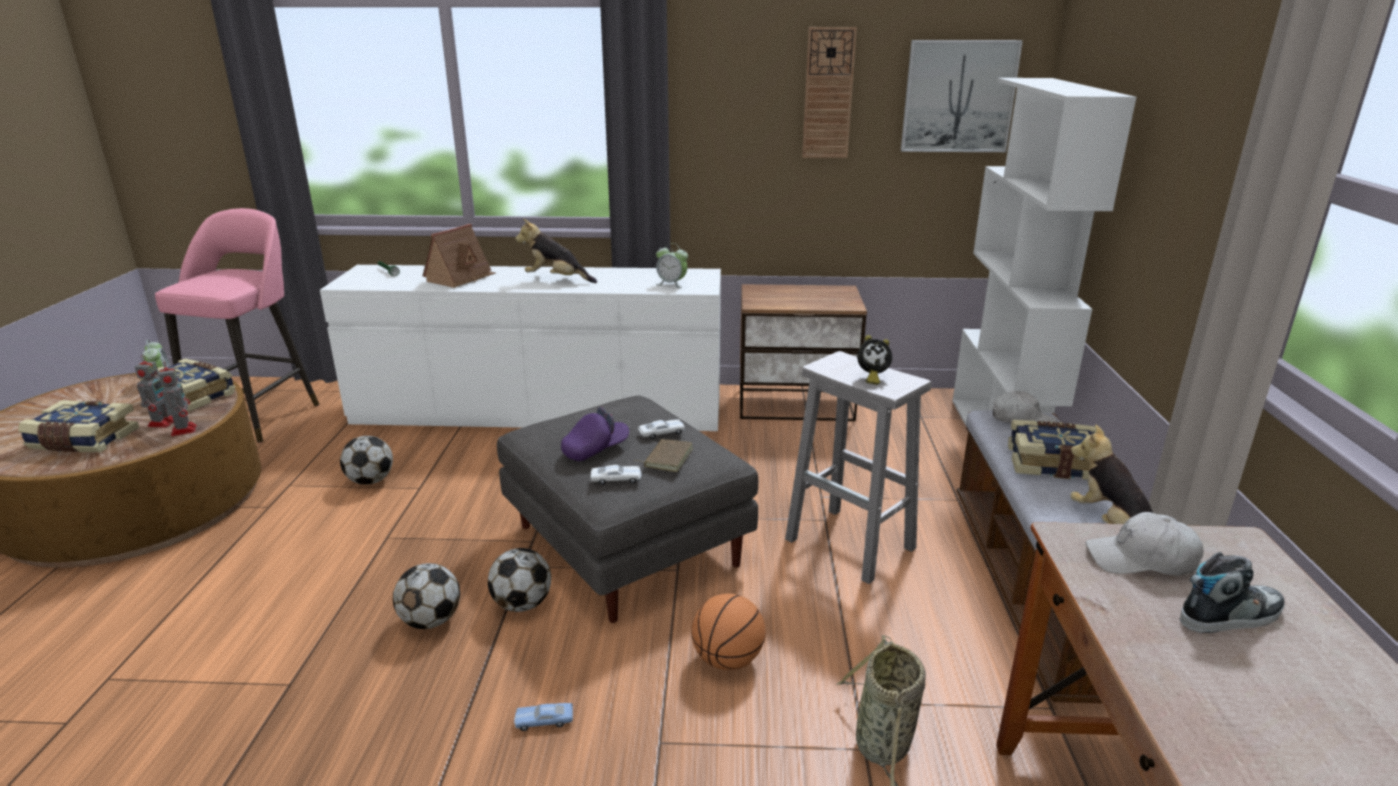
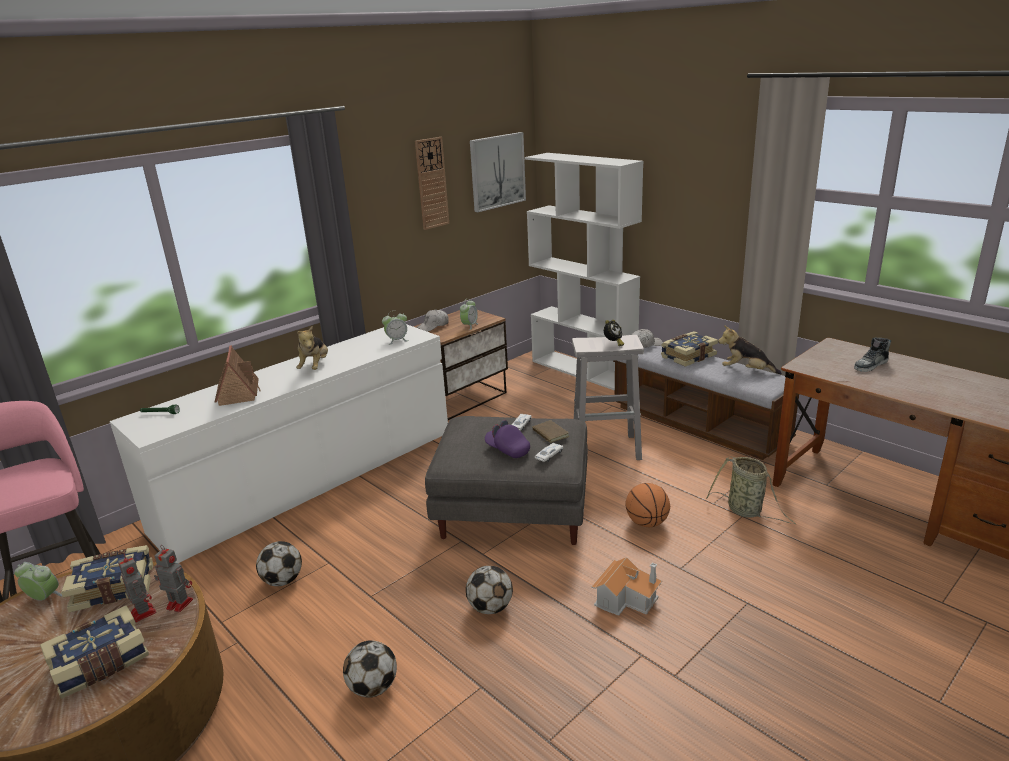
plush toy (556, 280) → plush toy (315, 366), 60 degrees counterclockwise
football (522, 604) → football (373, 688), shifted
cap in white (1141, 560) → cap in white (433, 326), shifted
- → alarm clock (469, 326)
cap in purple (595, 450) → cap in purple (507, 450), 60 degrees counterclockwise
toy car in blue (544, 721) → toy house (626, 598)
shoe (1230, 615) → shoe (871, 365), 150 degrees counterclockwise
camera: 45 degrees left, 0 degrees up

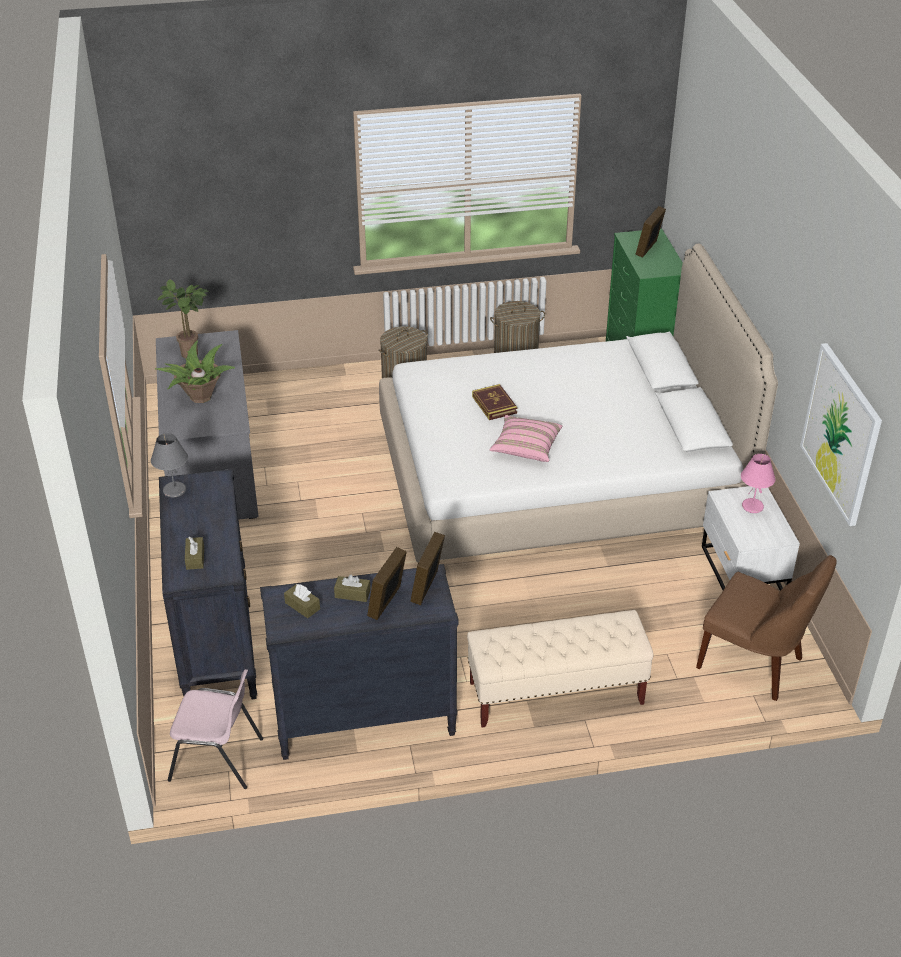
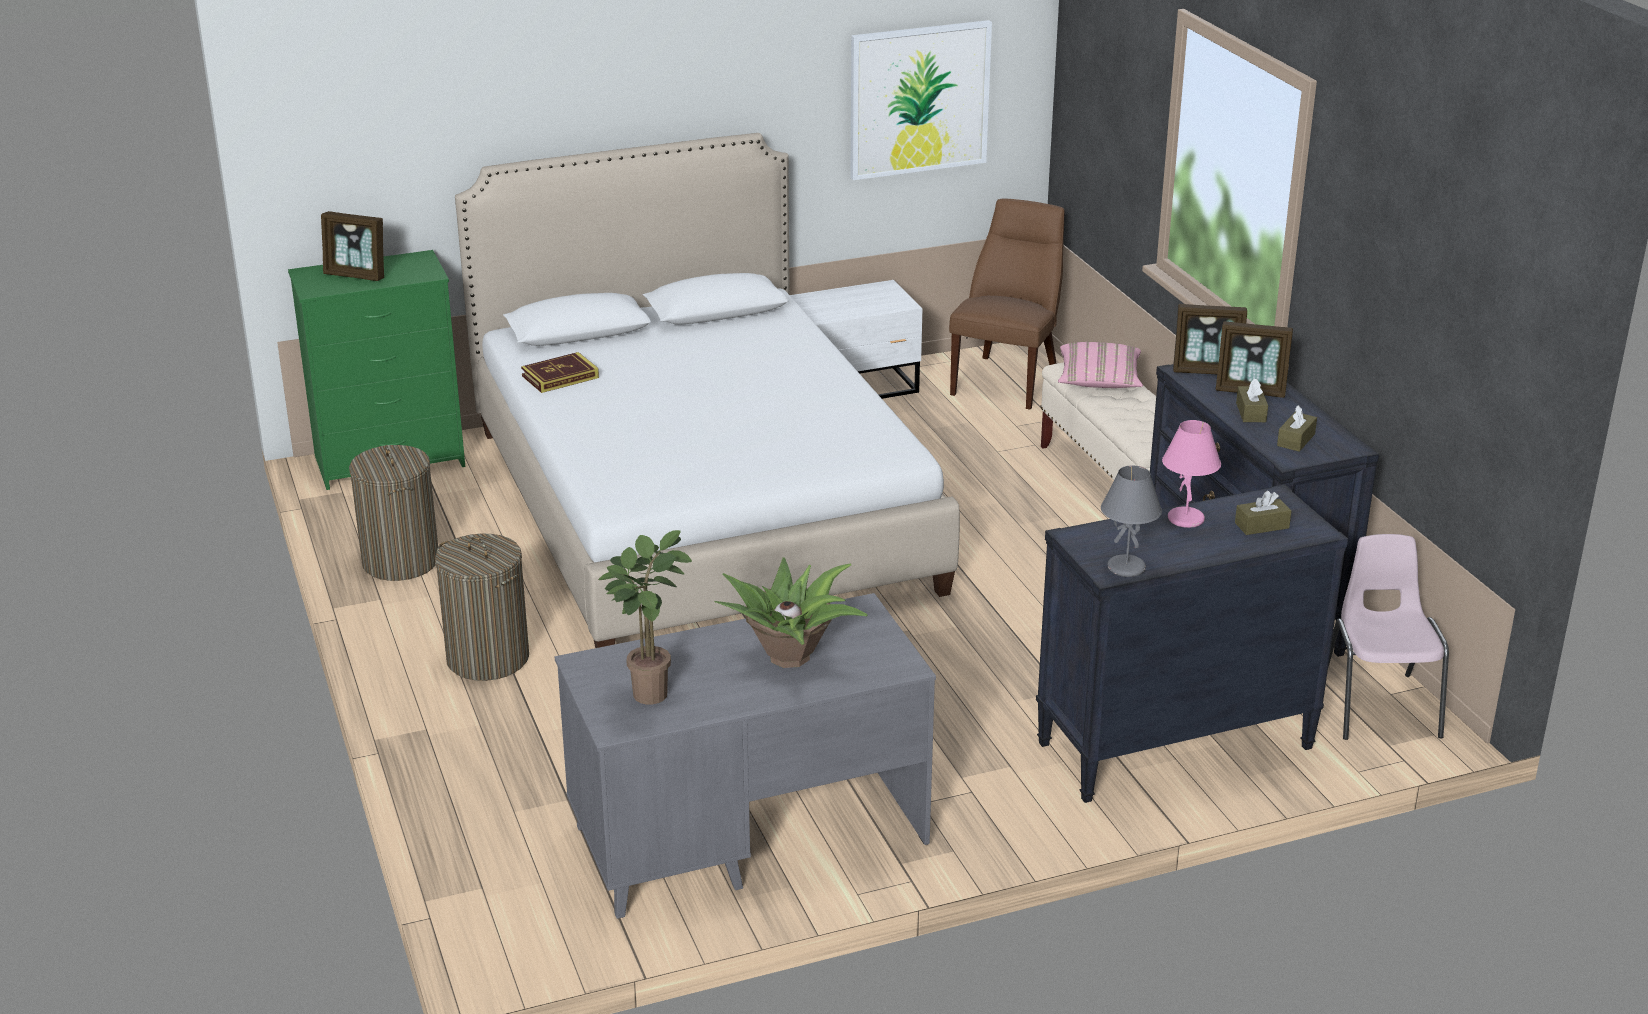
book (494, 404) → book (560, 377), shifted
pillow in pink (526, 448) → pillow in pink (1099, 381), shifted
table lamp in pink (752, 507) → table lamp in pink (1186, 519), shifted
camera: 100 degrees left, 10 degrees down

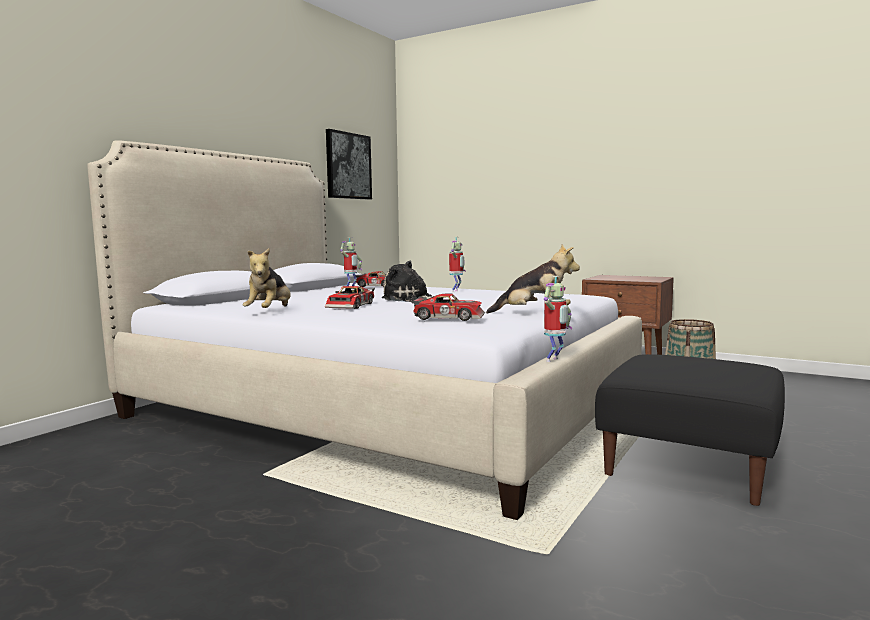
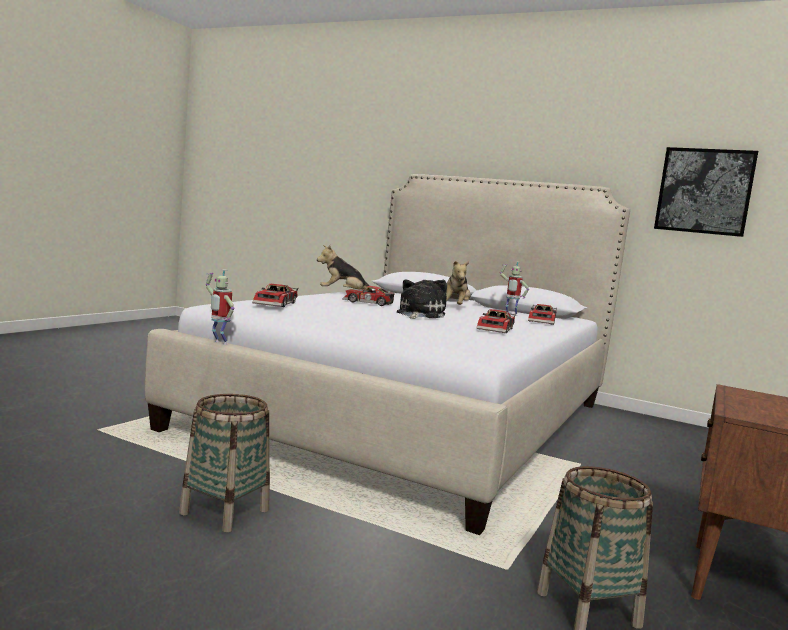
ottoman in black (688, 462) → basket (225, 511)
plush toy (534, 314) → plush toy (455, 308), shifted
toy robot (456, 291) → toy car (497, 329)
camera: 85 degrees right, 0 degrees up

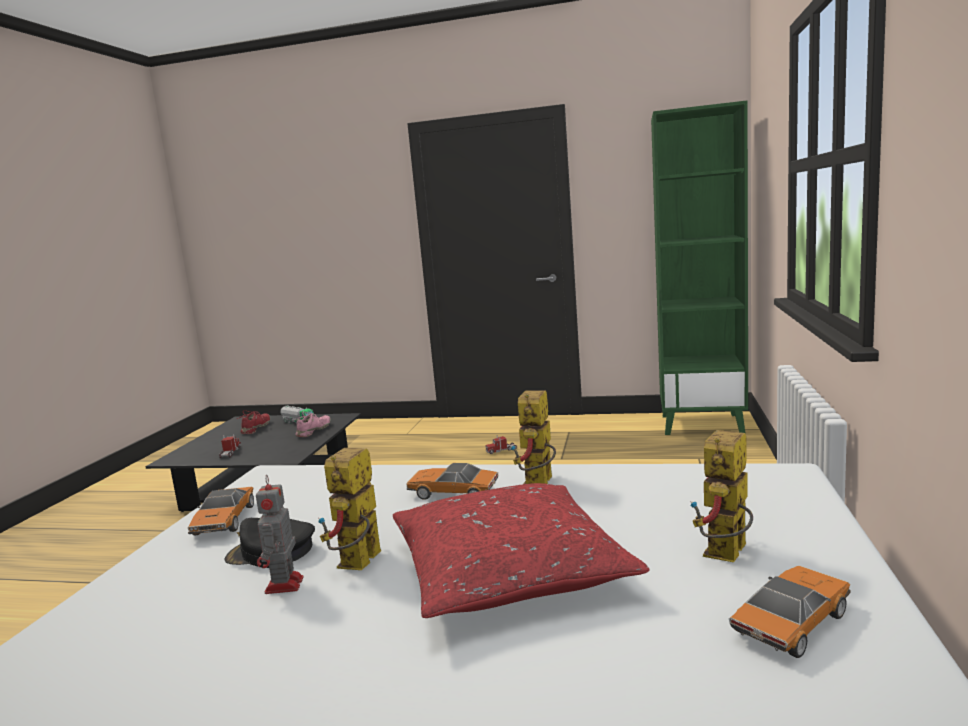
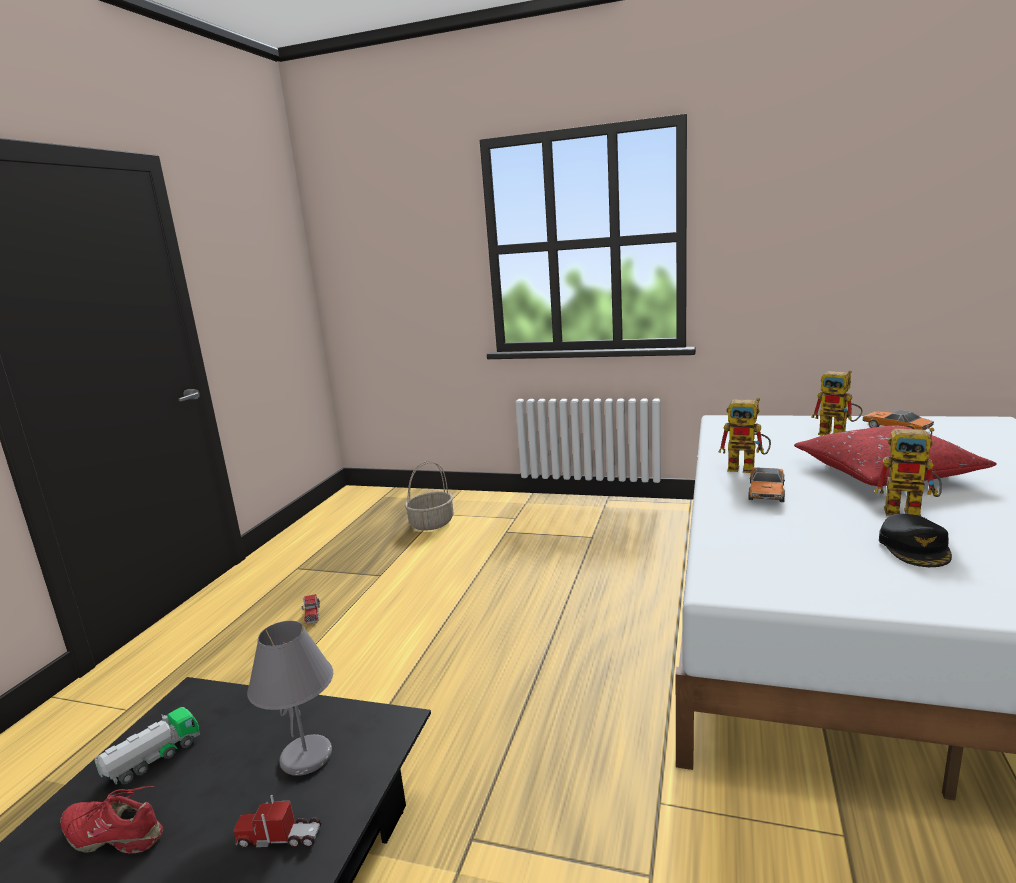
- → table lamp in grey (307, 758)
- → basket (432, 523)
toy car (224, 521) → -
toy robot (283, 586) → -
shoe in pink (314, 431) → -
bookcase in green (702, 424) → -
camera: 85 degrees left, 5 degrees up

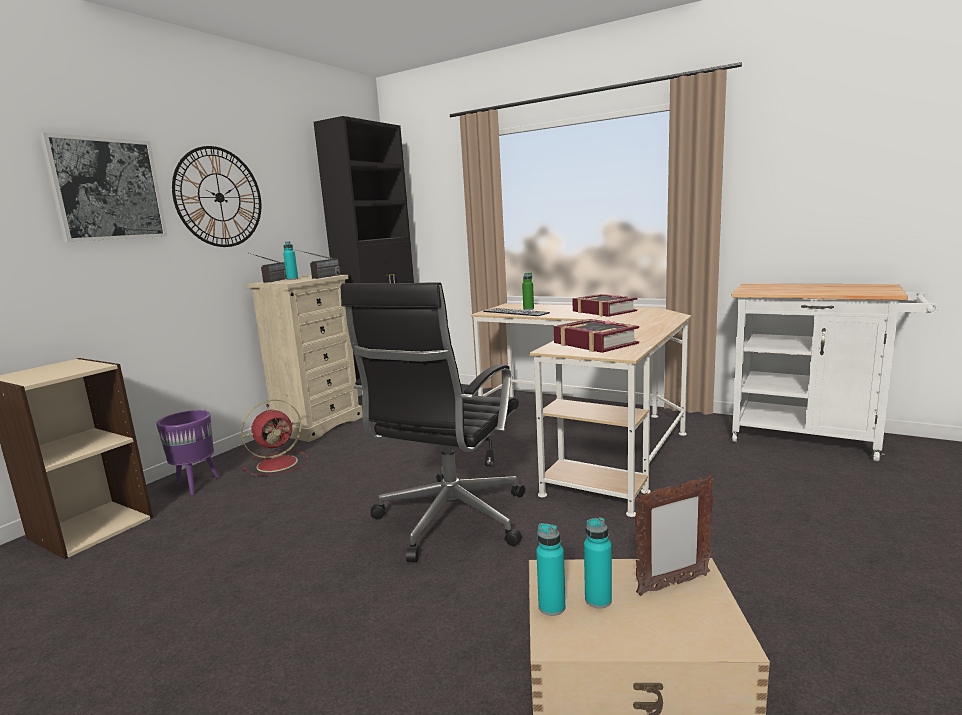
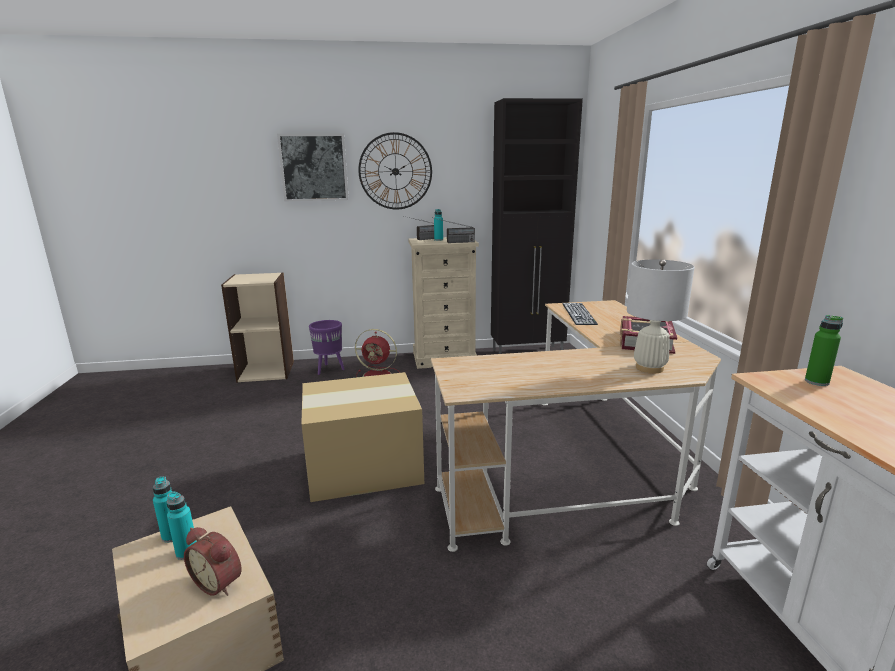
picture frame (672, 585) → alarm clock (219, 582)
office chair in black (449, 521) → cardboard box (362, 466)
- → table lamp in white (649, 368)
bottle in green (528, 309) → bottle in green (816, 382), shifted
book (594, 343) → -
camera: 50 degrees right, 5 degrees up

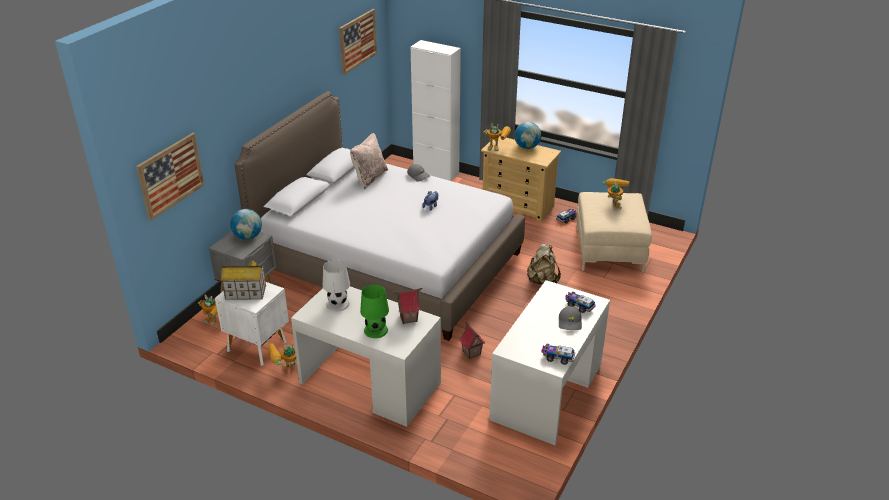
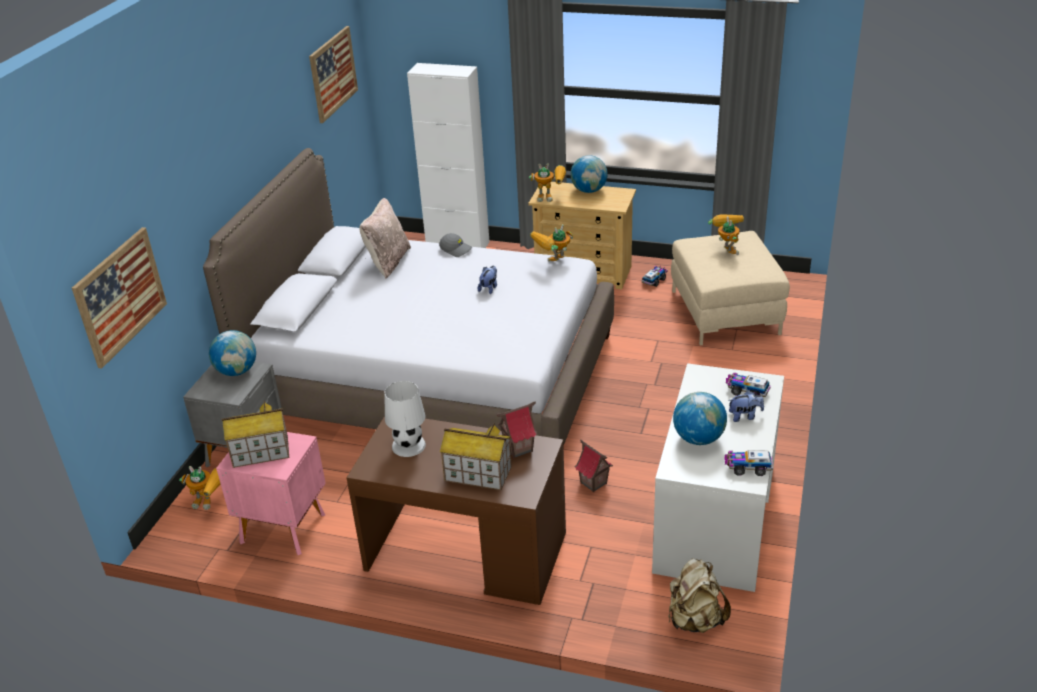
nightstand in white (257, 345) → nightstand in pink (282, 527)
desk in white (370, 383) → desk in brown (466, 551)
table lamp in green (375, 330) → toy house (477, 474)
toy robot (285, 370) → toy robot (553, 263), shifted
backpack in beige (542, 280) → backpack in beige (695, 620), shifted
- → globe (698, 438)
cap in grey (570, 323) → plush toy (744, 416)
camera: 10 degrees left, 0 degrees up

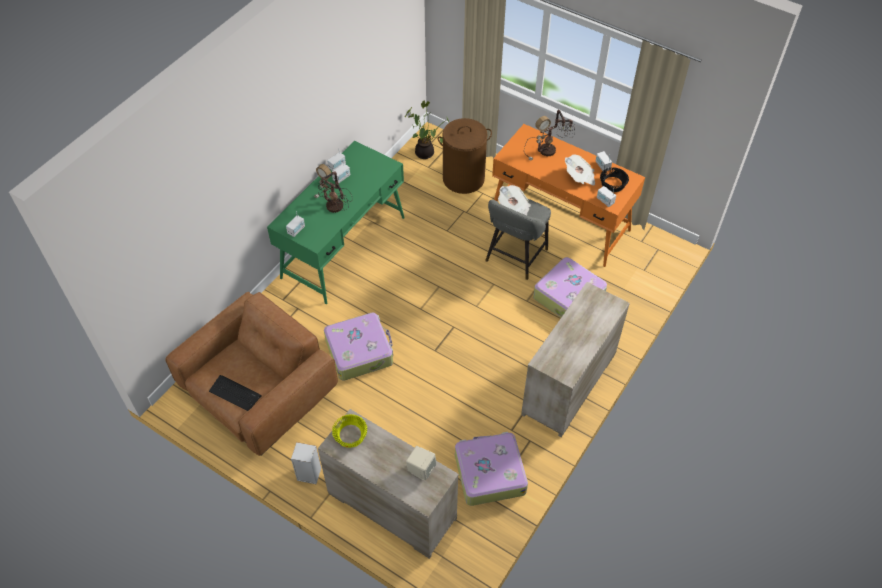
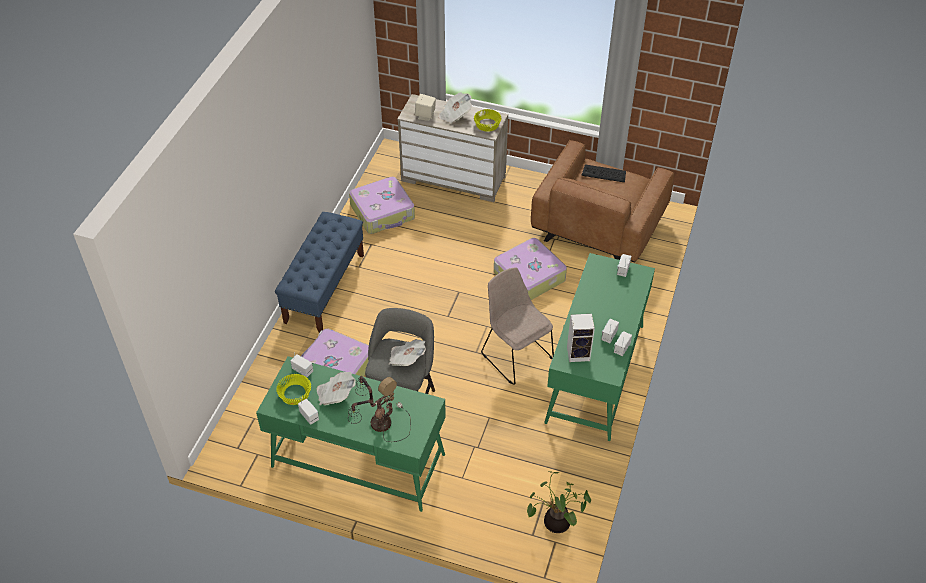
desk in orange (560, 221) → desk in green (358, 459)
dresser in beige (569, 385) → bench in blue (324, 288)
bowl in black (613, 183) → bowl in yellow (294, 394)
- → newspaper (455, 115)
- → chair in beige (516, 355)
speaker (308, 474) → speaker (579, 353), shifted
table lamp (335, 207) → -
laundry basket in brown (463, 178) → -
camera: 165 degrees right, 5 degrees down

